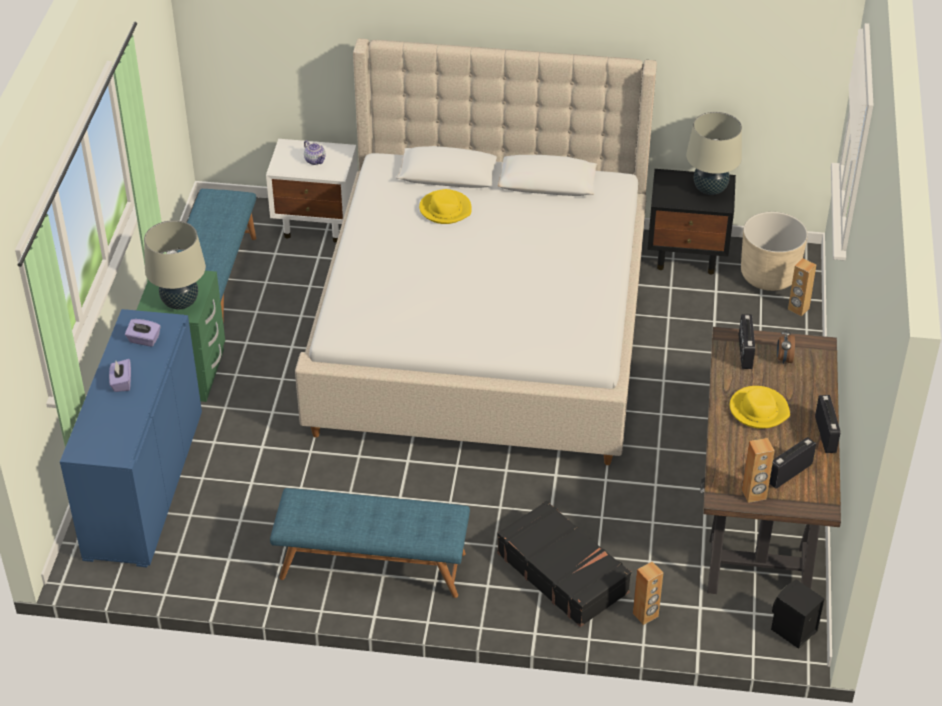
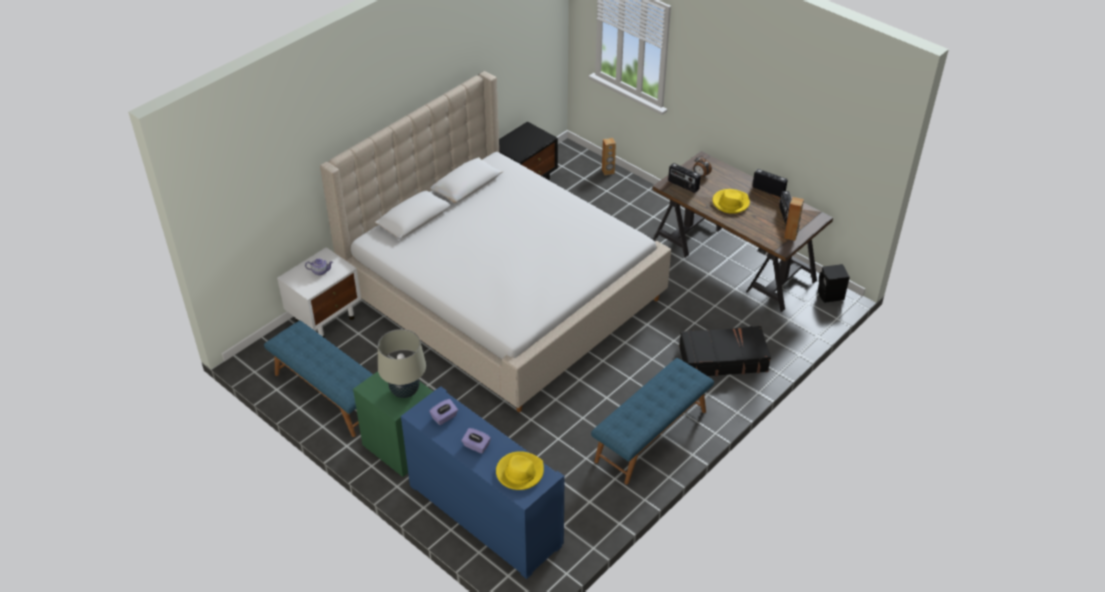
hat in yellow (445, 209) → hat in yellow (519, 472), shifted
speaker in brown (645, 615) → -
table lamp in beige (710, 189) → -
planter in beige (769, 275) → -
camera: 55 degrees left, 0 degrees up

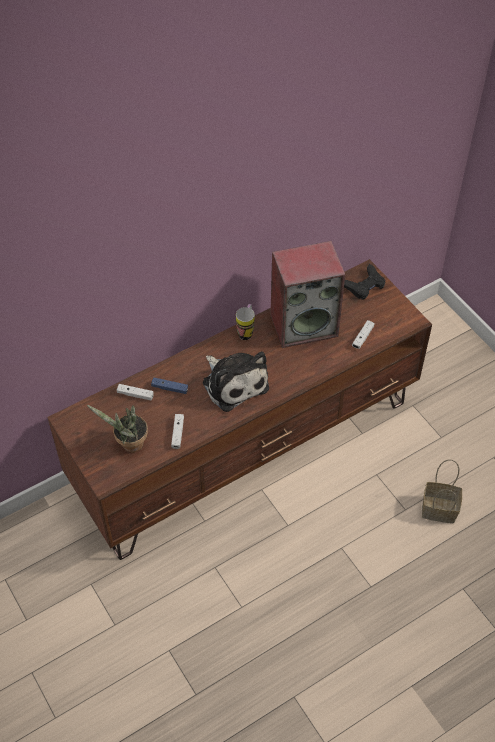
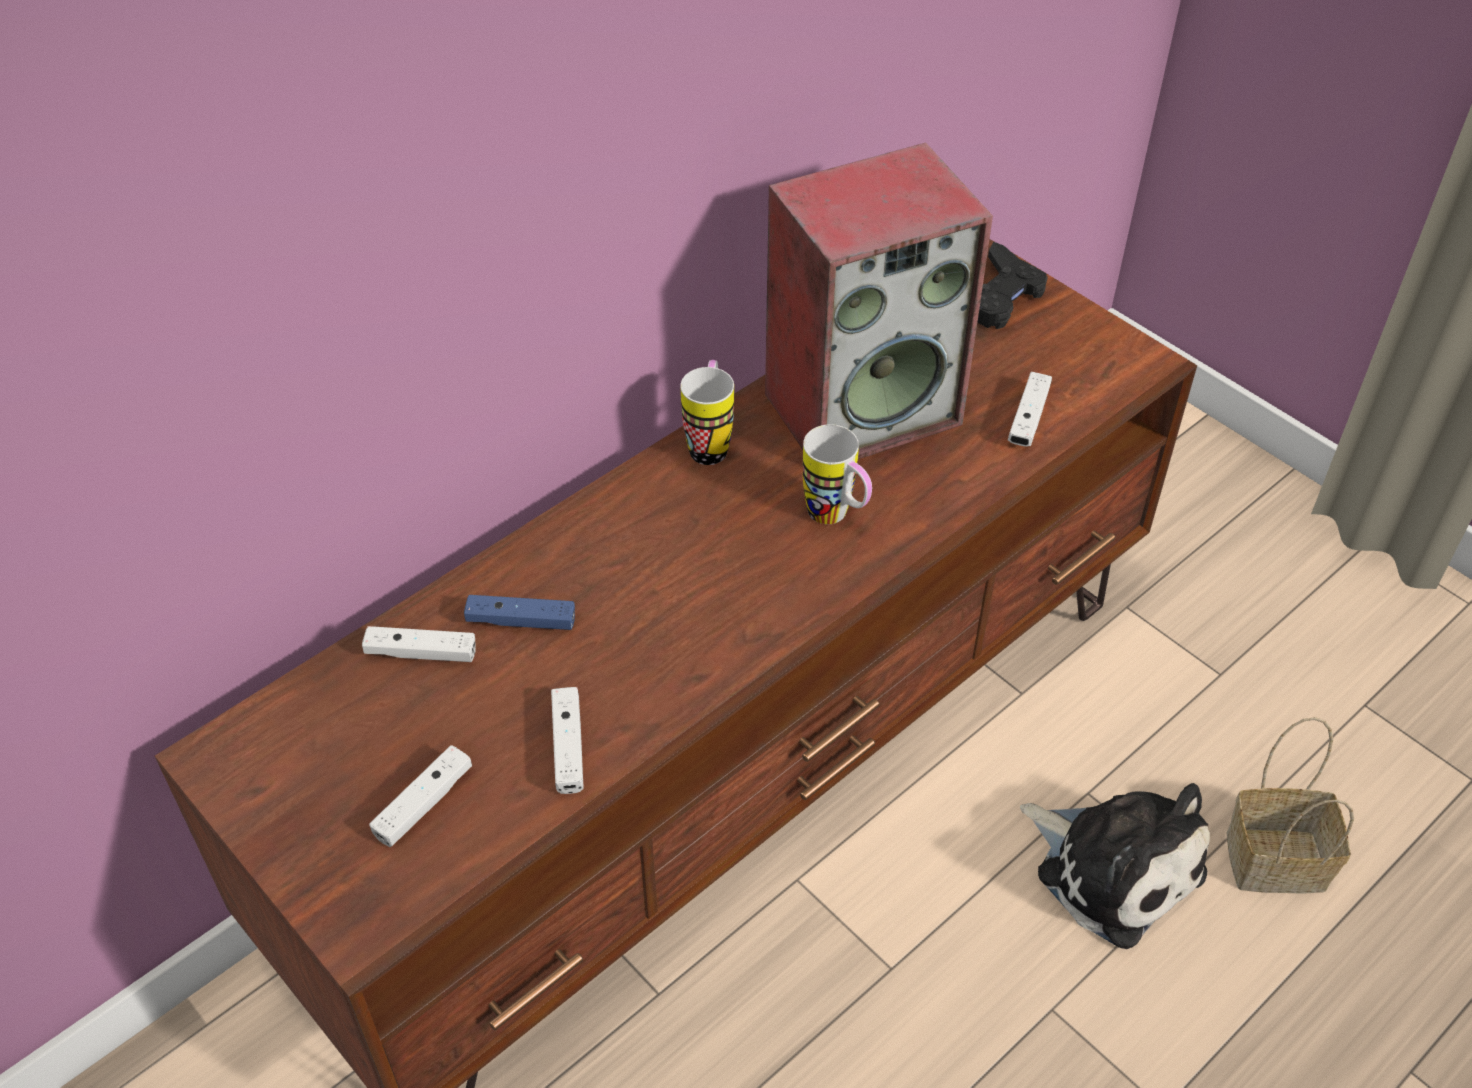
potted plant (129, 445) → game controller in white (424, 803)
- → mug (836, 518)
plush toy (234, 383) → plush toy (1112, 867), shifted
camera: 10 degrees left, 5 degrees down

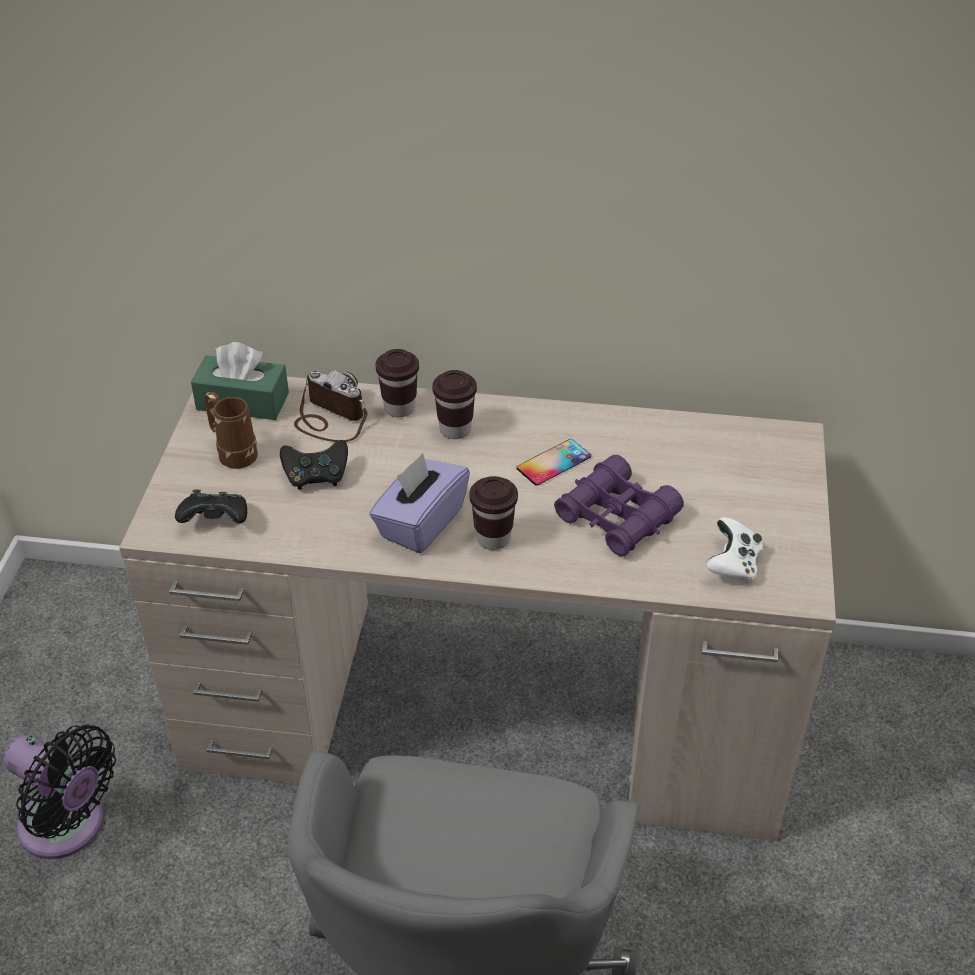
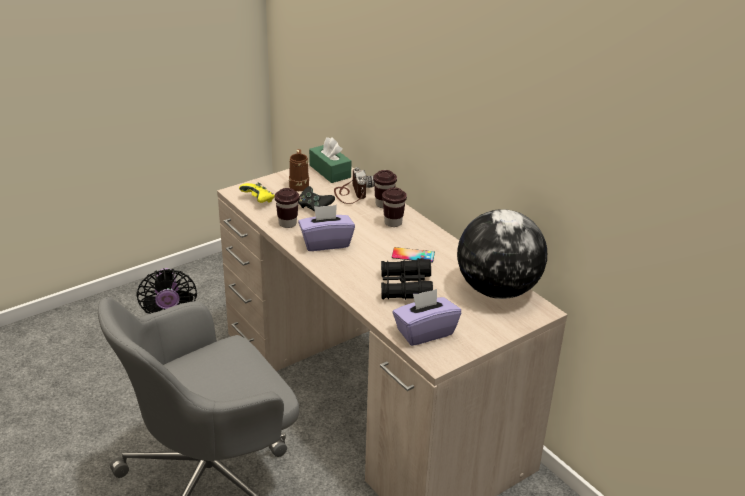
game controller in black (216, 521) → game controller in yellow (258, 201)
cup in brown (493, 538) → cup in brown (287, 223), shifted
binoculars in purple (616, 517) → binoculars in black (405, 287)
game controller in white (733, 565) → tissue box in purple (424, 332)
- → globe (497, 290)
camera: 45 degrees right, 10 degrees down

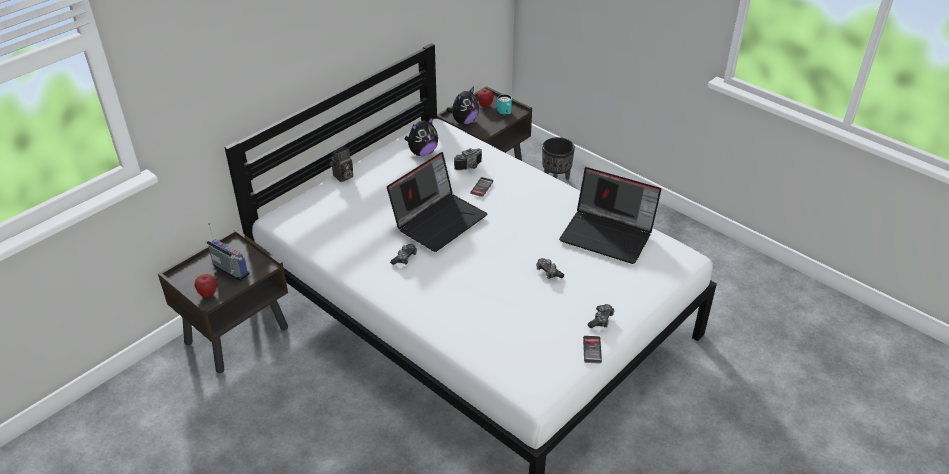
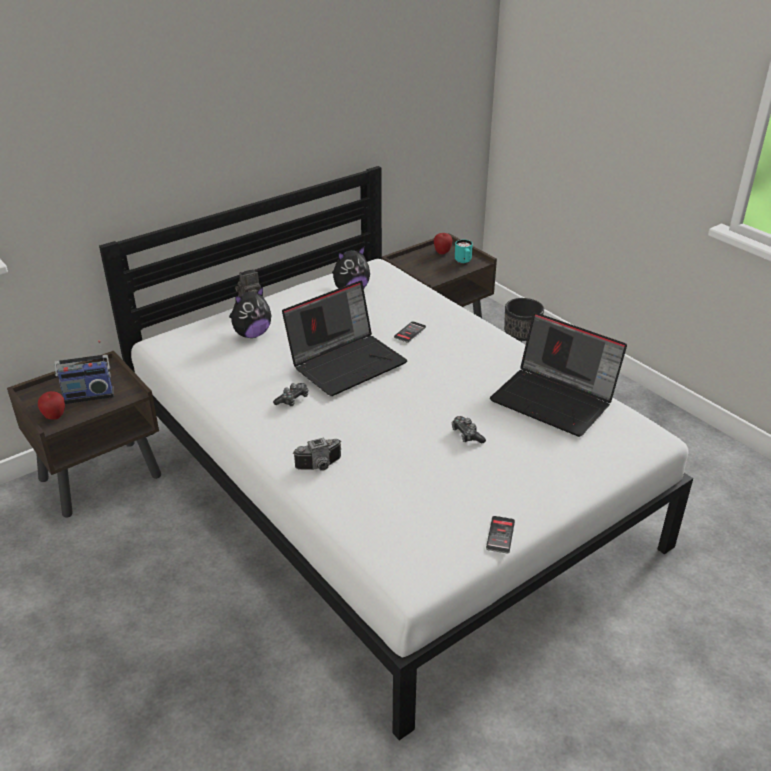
radio (229, 271) → radio (89, 394), 120 degrees clockwise
plush toy (464, 121) → plush toy (252, 334), shifted
photo camera (470, 167) → photo camera (320, 466), shifted
game controller (601, 320) → -
camera: 10 degrees right, 5 degrees down

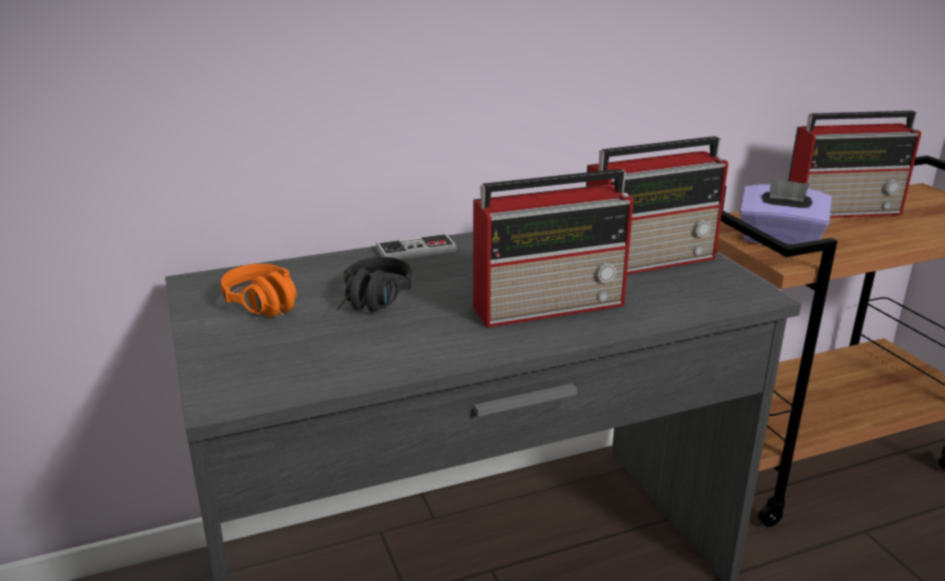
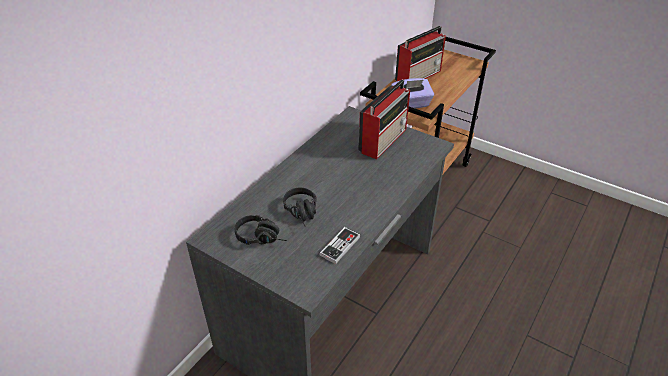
headphones in orange (268, 308) → headphones in black (262, 237)
game controller (416, 250) → game controller (340, 246), shifted
radio (551, 305) → -
camera: 35 degrees left, 15 degrees up

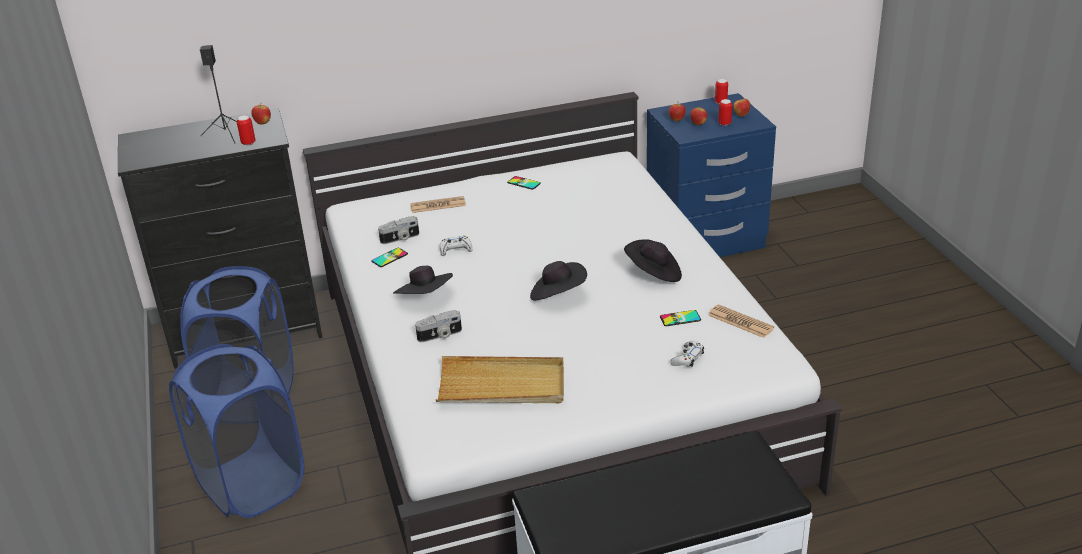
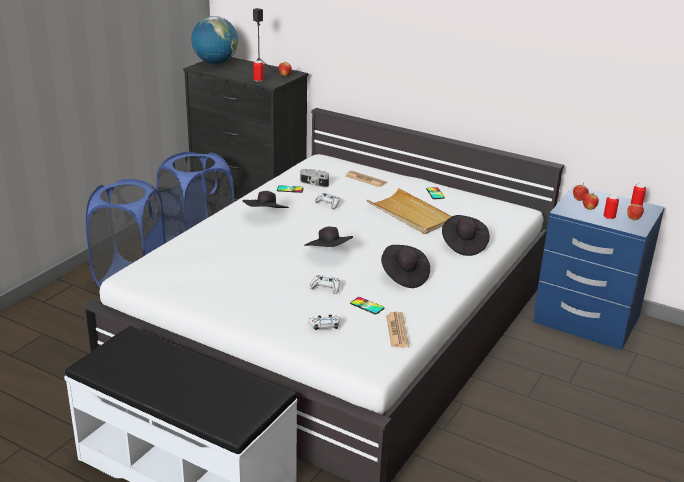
- → globe (215, 63)
- → game controller in white (325, 288)
tray in beige (502, 385) → tray in beige (410, 214), shifted
- → hat in black (463, 245)
photo camera (440, 335) → -
camera: 45 degrees right, 5 degrees down

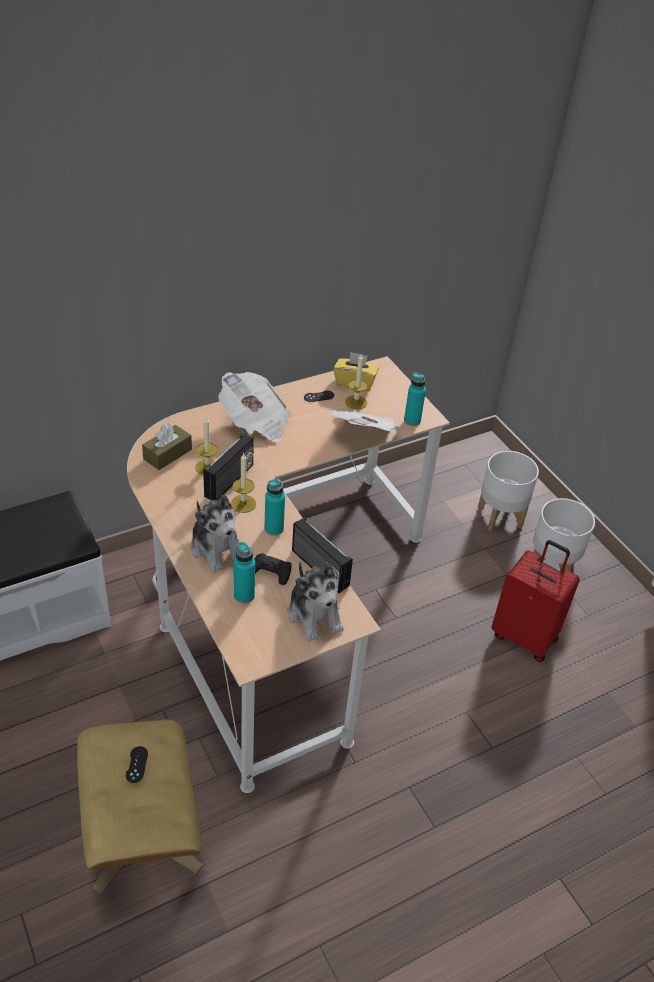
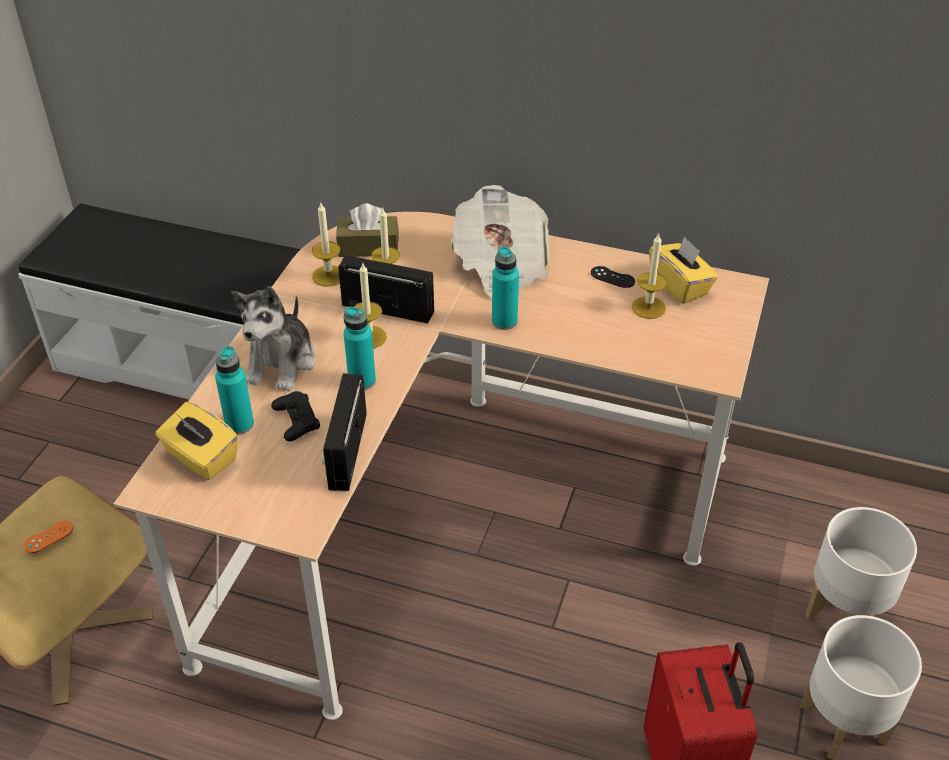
game controller in black (136, 764) → game controller in orange (49, 537)
- → tissue box in yellow (201, 458)
- → candle (328, 276)
radio (230, 481) → radio (388, 308), 150 degrees counterclockwise
bottle in turquoise (412, 420) → bottle in turquoise (504, 321), shifted
plush toy (314, 614) → -
newspaper (367, 435) → -
camera: 50 degrees right, 0 degrees up

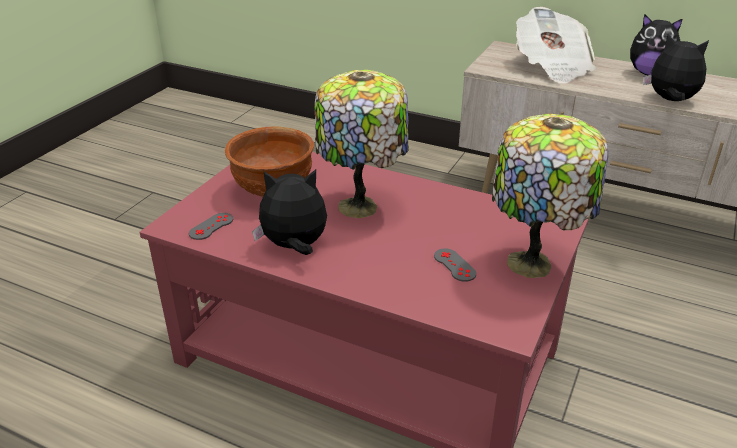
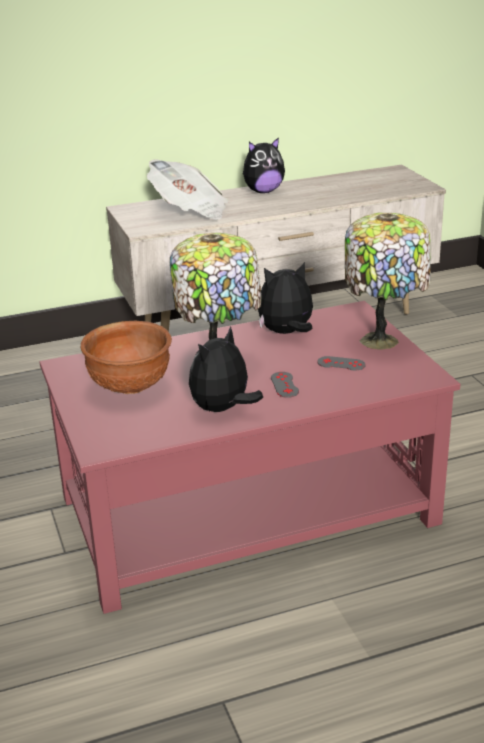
plush toy (670, 100) → plush toy (286, 333), shifted
game controller in grey (211, 226) → game controller in grey (284, 385), shifted
camera: 45 degrees left, 5 degrees down

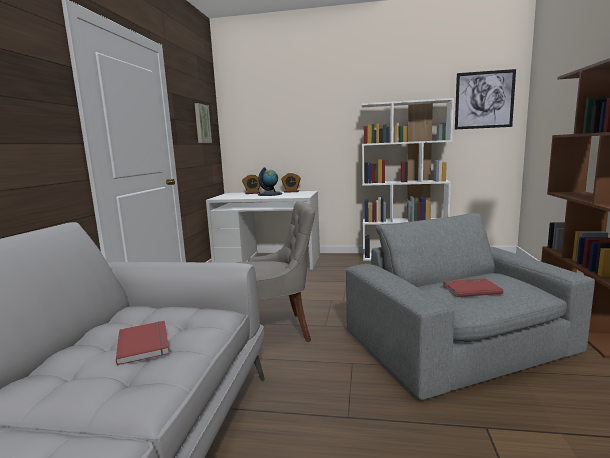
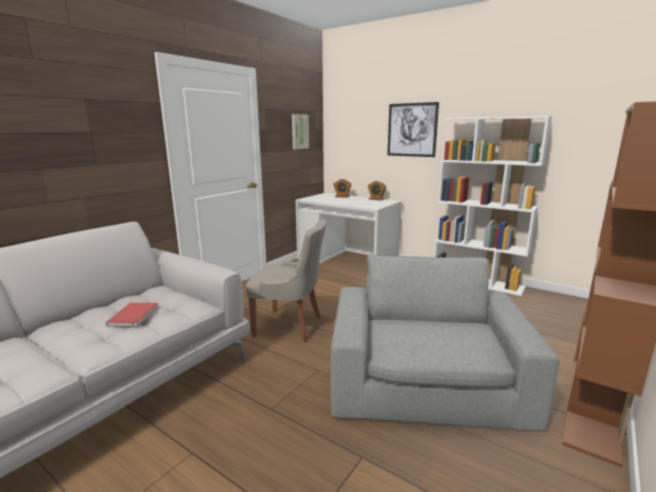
picture (484, 100) → picture (412, 130), shifted
globe (270, 194) → -
book in red (470, 289) → -
camera: 25 degrees right, 5 degrees up

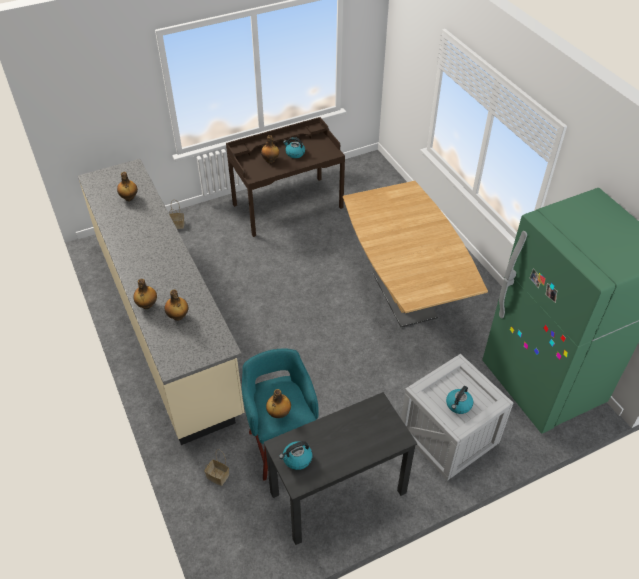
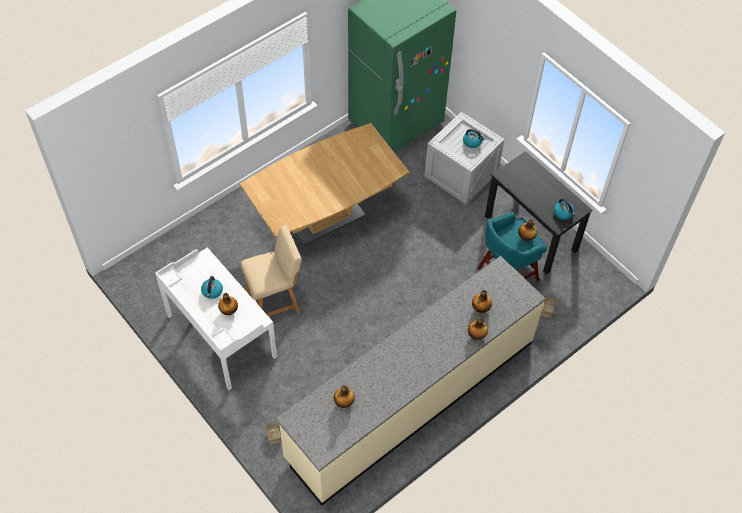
desk in brown (287, 205) → desk in white (220, 336)
- → stool in beige (275, 301)
camera: 105 degrees left, 10 degrees up

